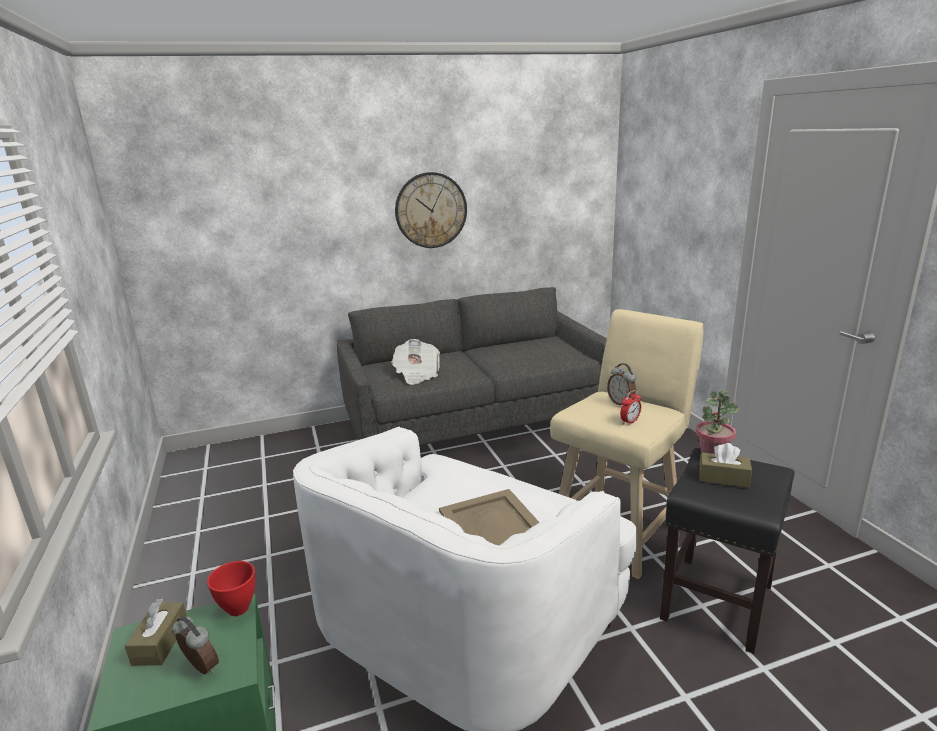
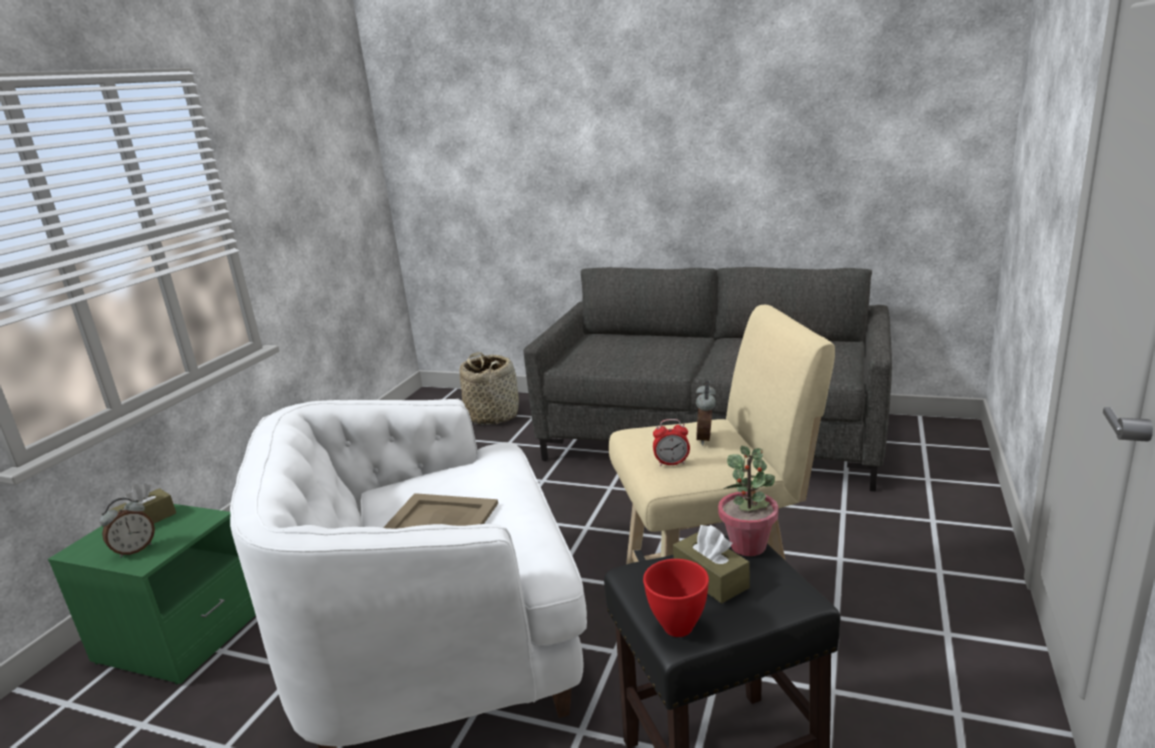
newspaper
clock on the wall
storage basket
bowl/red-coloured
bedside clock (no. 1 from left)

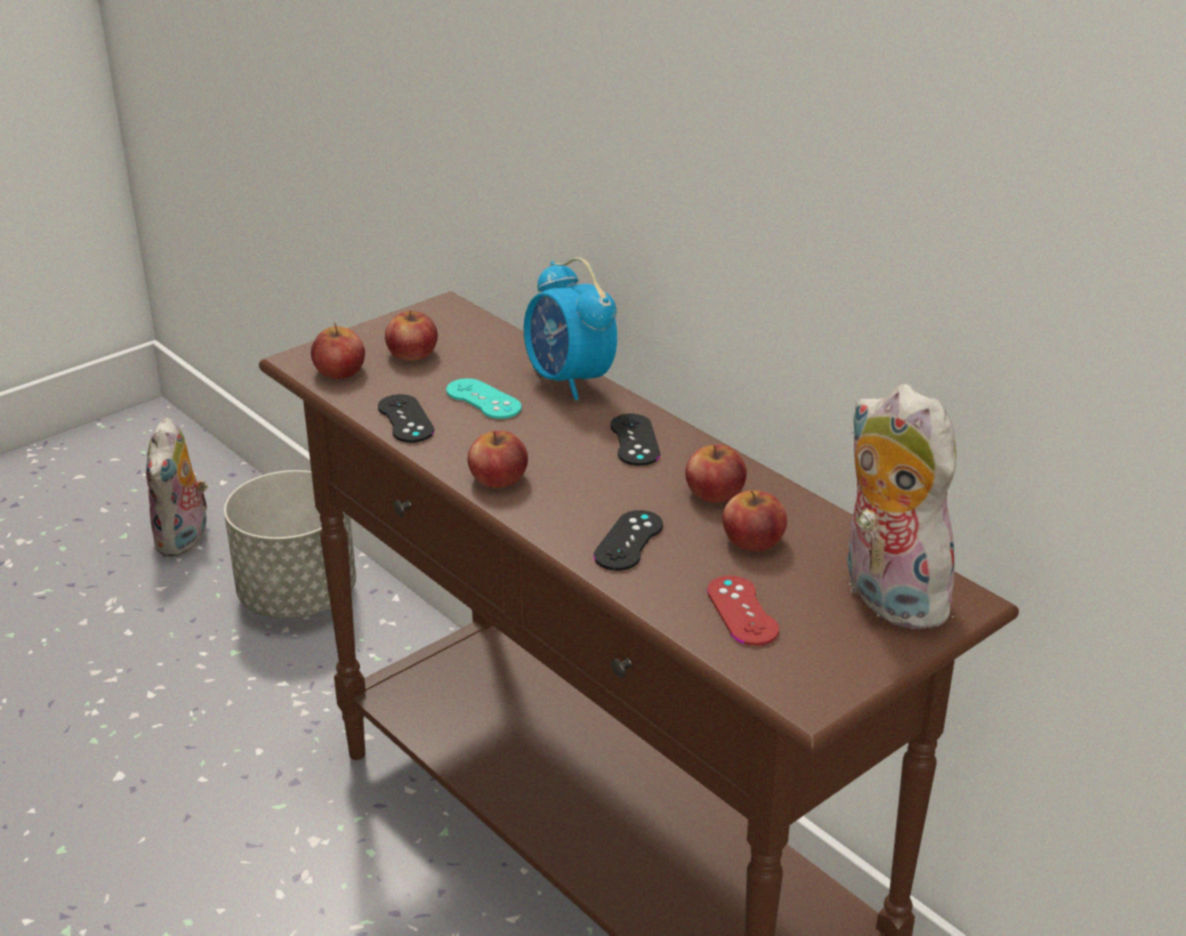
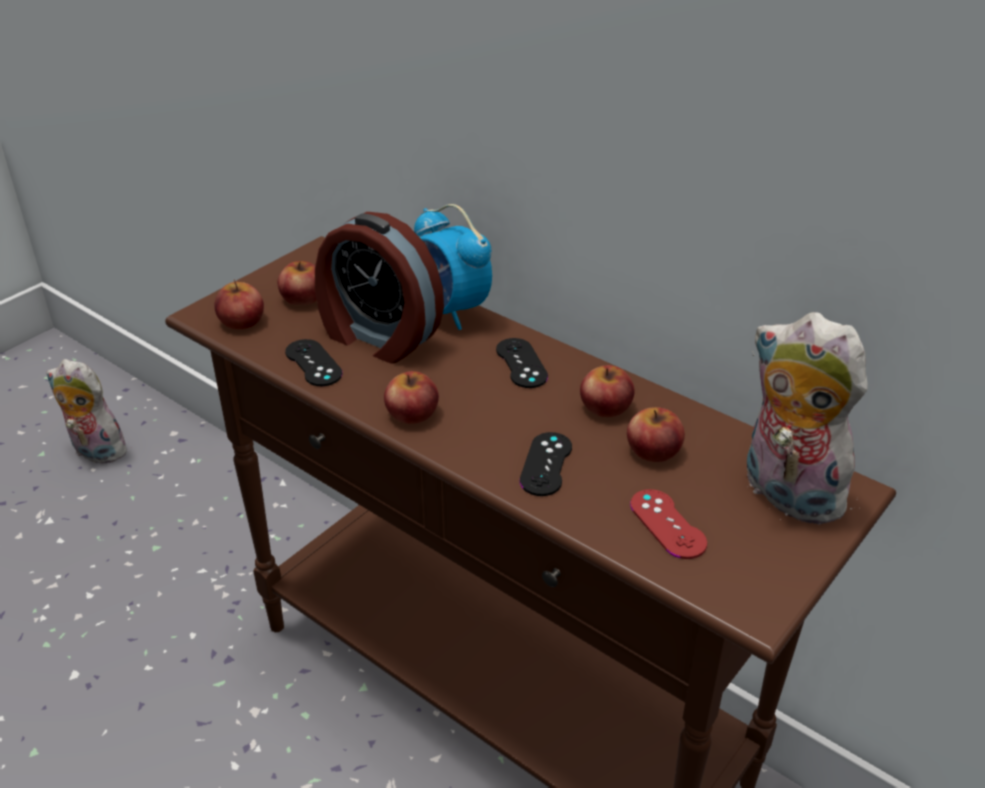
planter/gray
bedside clock (no. 1 from left)
cuddly toy (no. 1 from left)

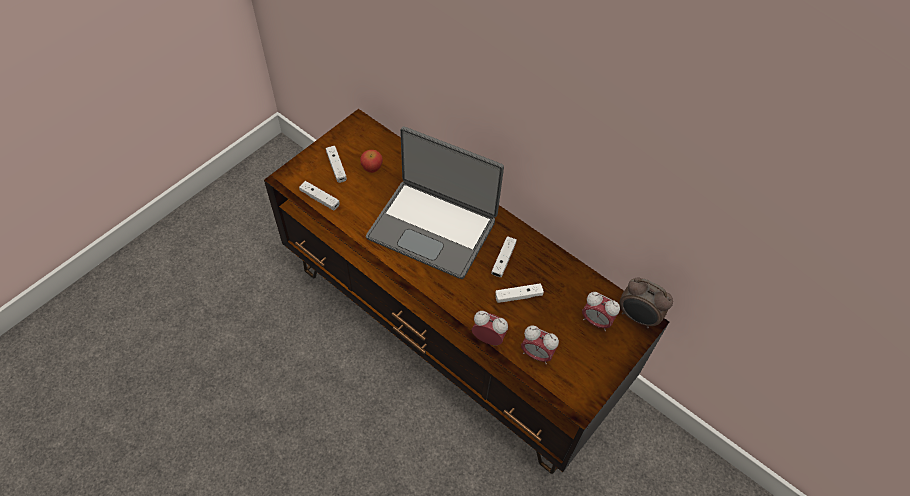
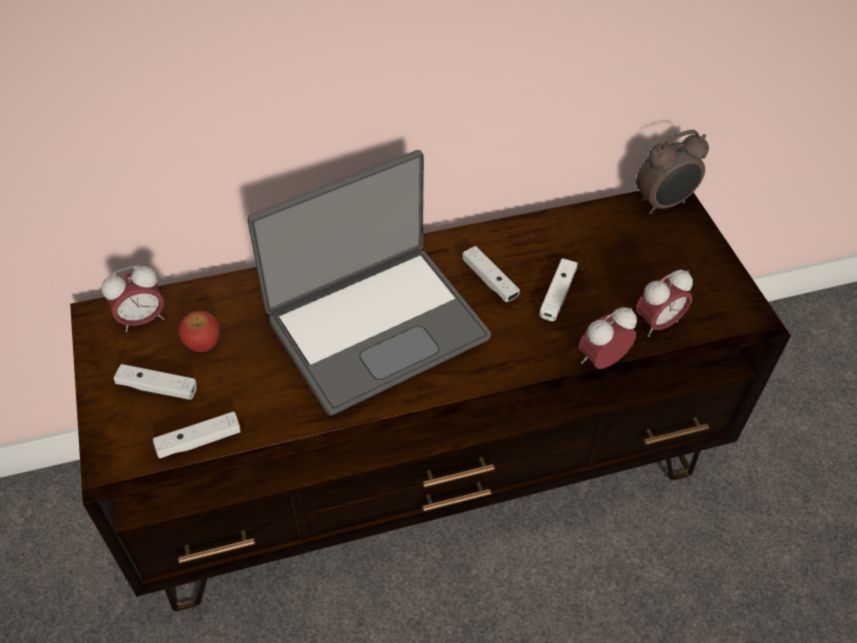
bedside clock (no. 1 from left)

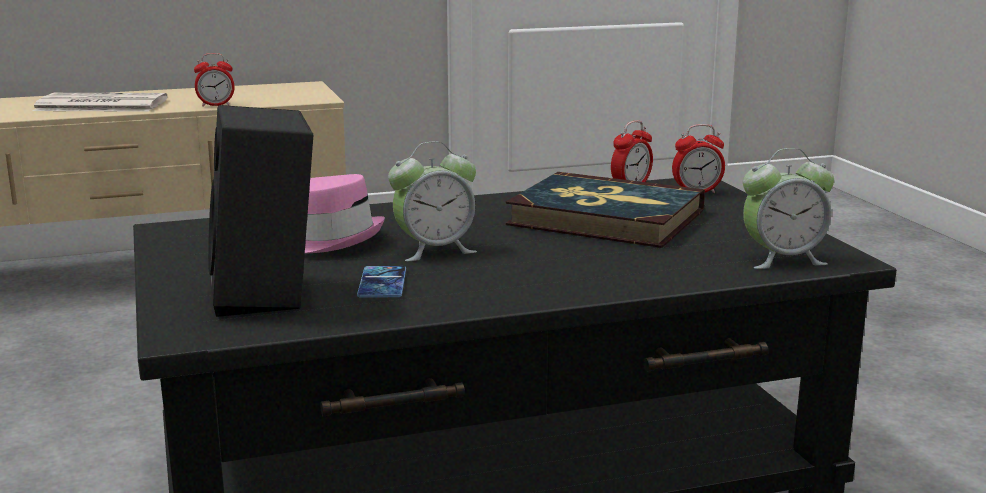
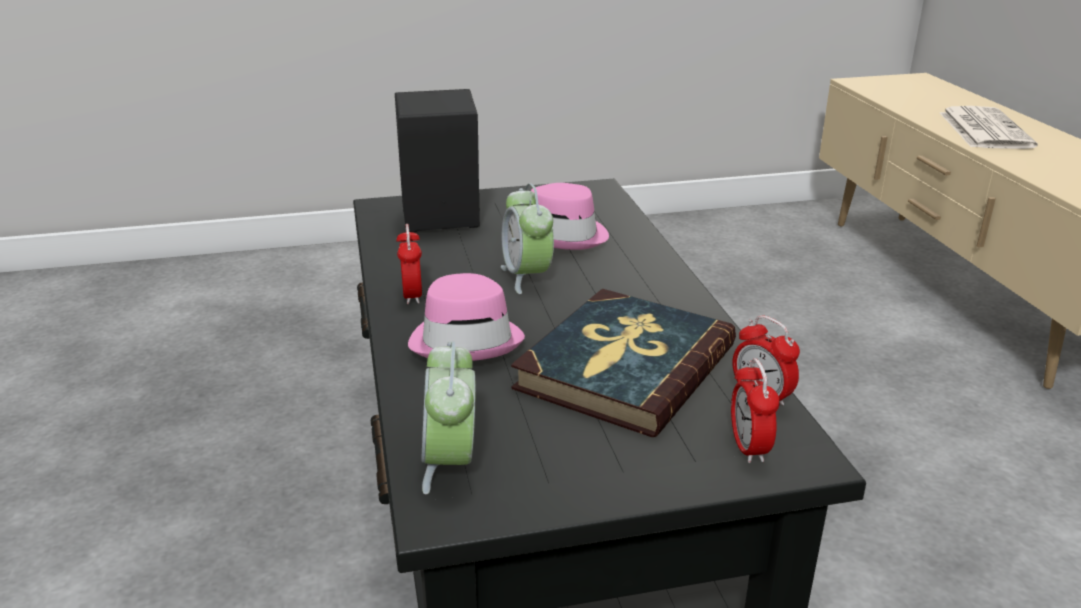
telephone
clothing hat/pink-coloured (no. 1 from left)
bedside clock (no. 1 from left)

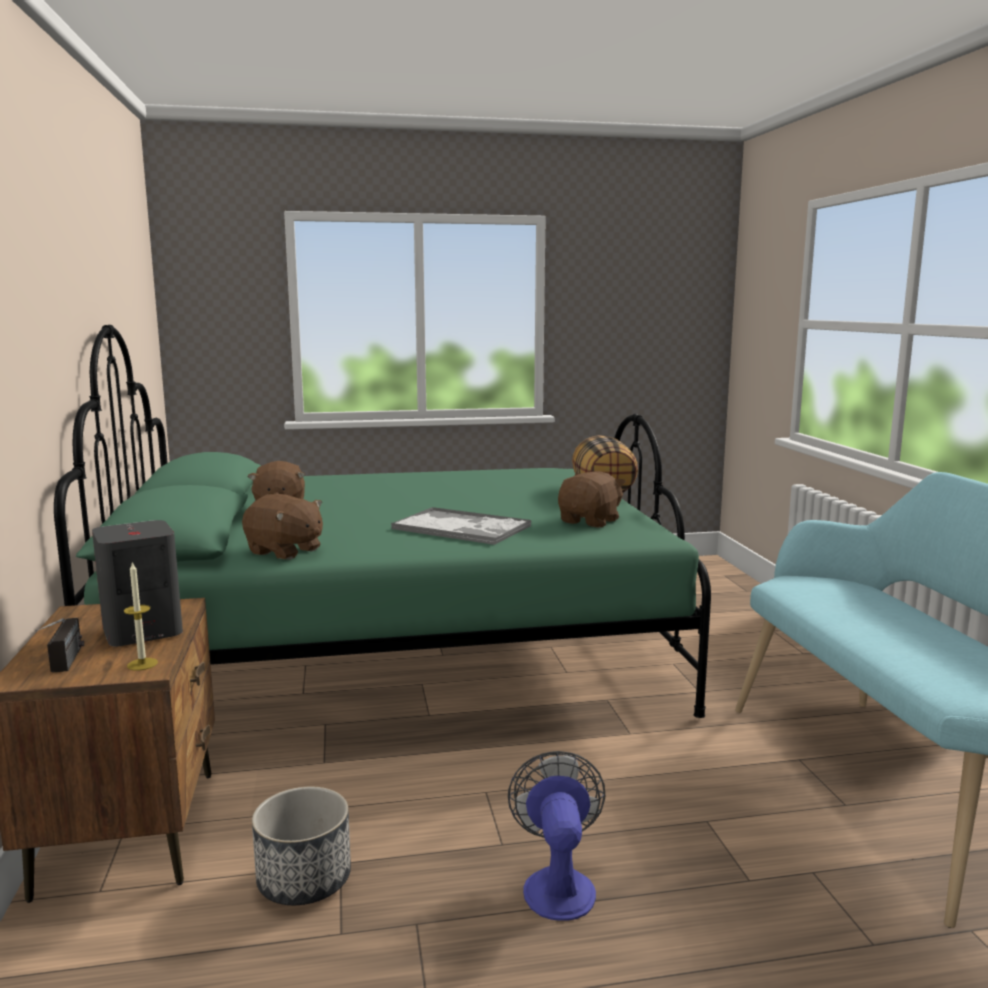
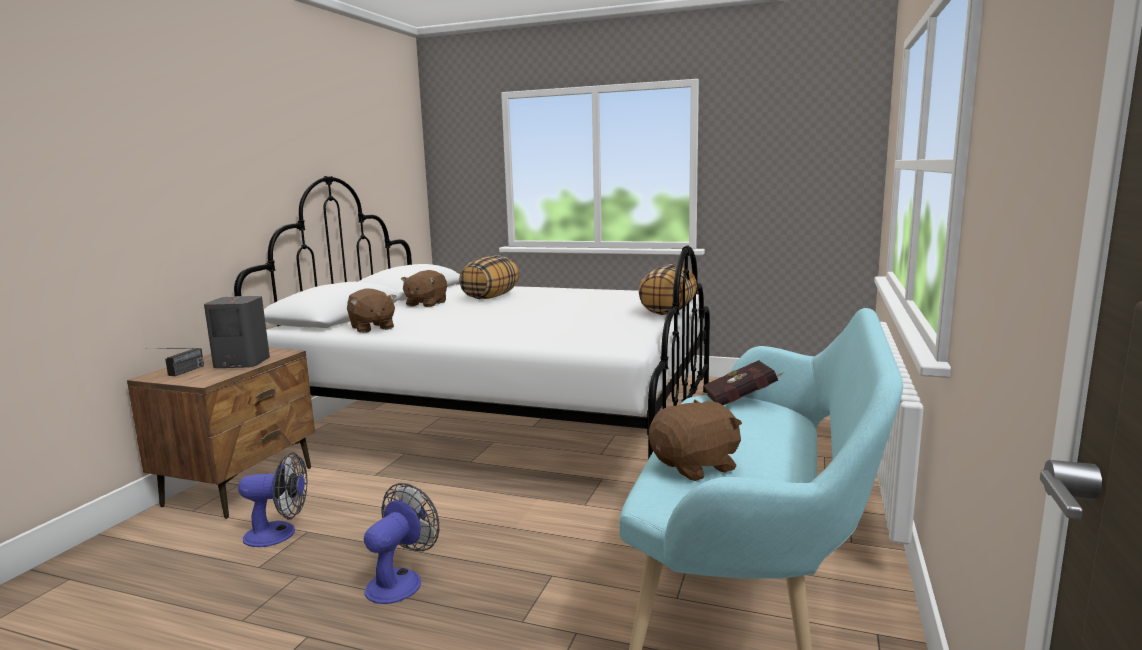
candle
carrying tray
pillow (no. 1 from left)
volume/red-coloured
cuddly toy/brown-coloured (no. 3 from left)
cooling fan (no. 1 from left)
sleeping bed/whitish

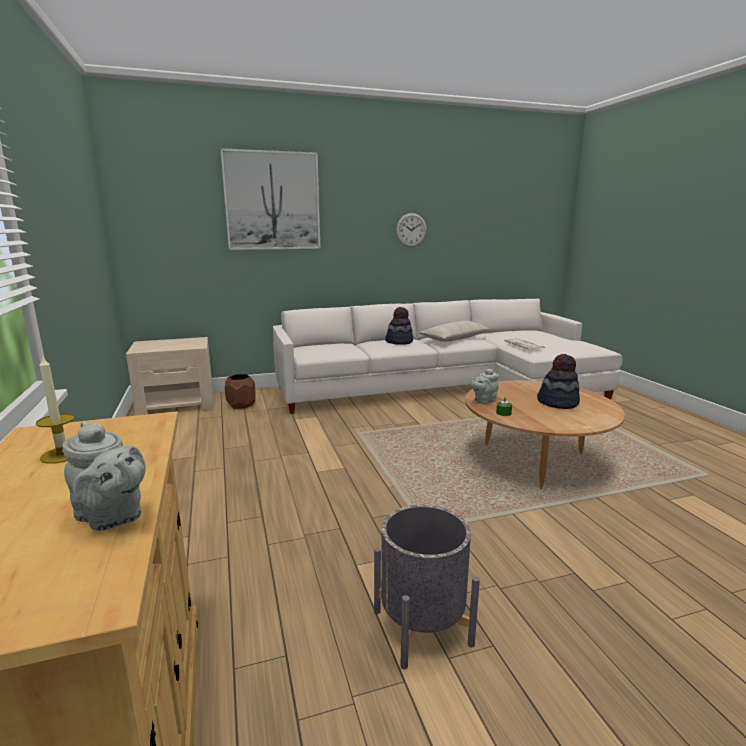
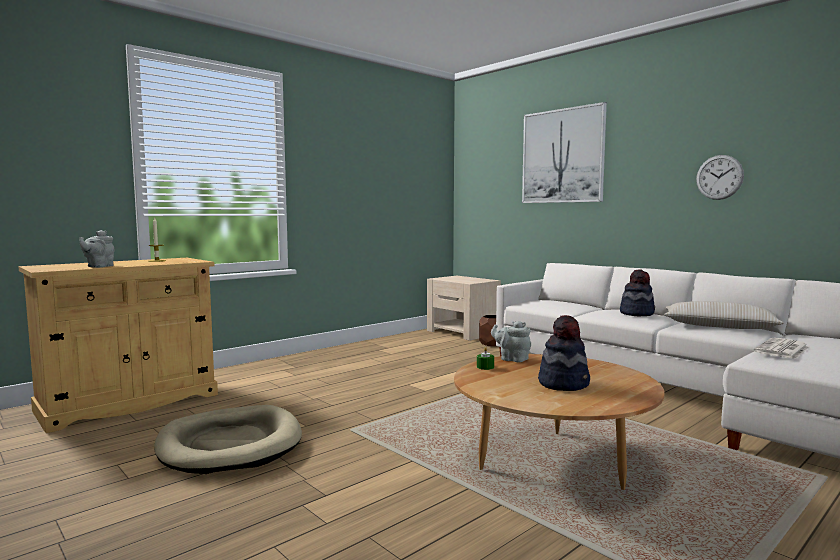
dog bed/sand-coloured

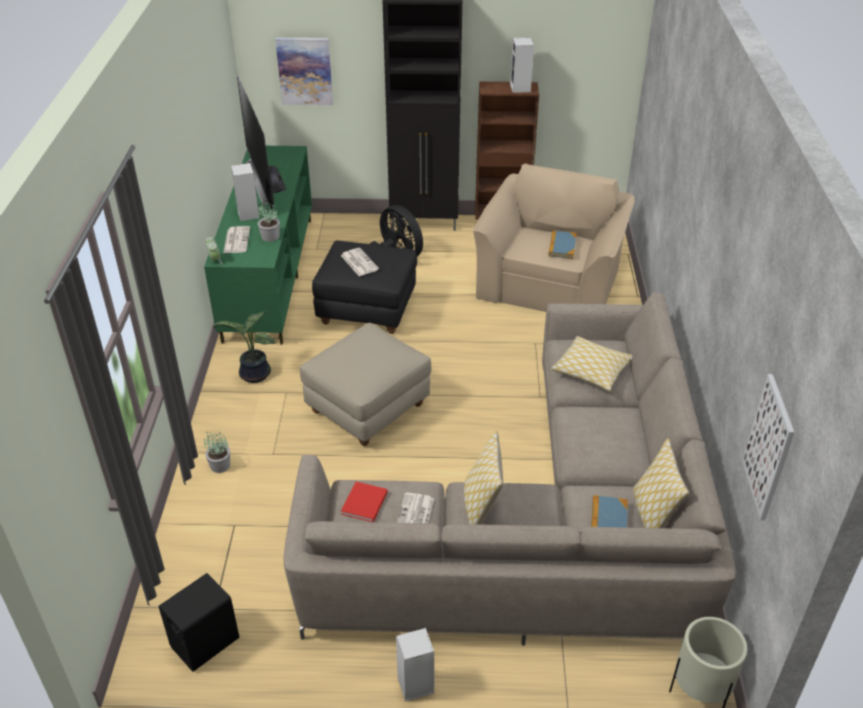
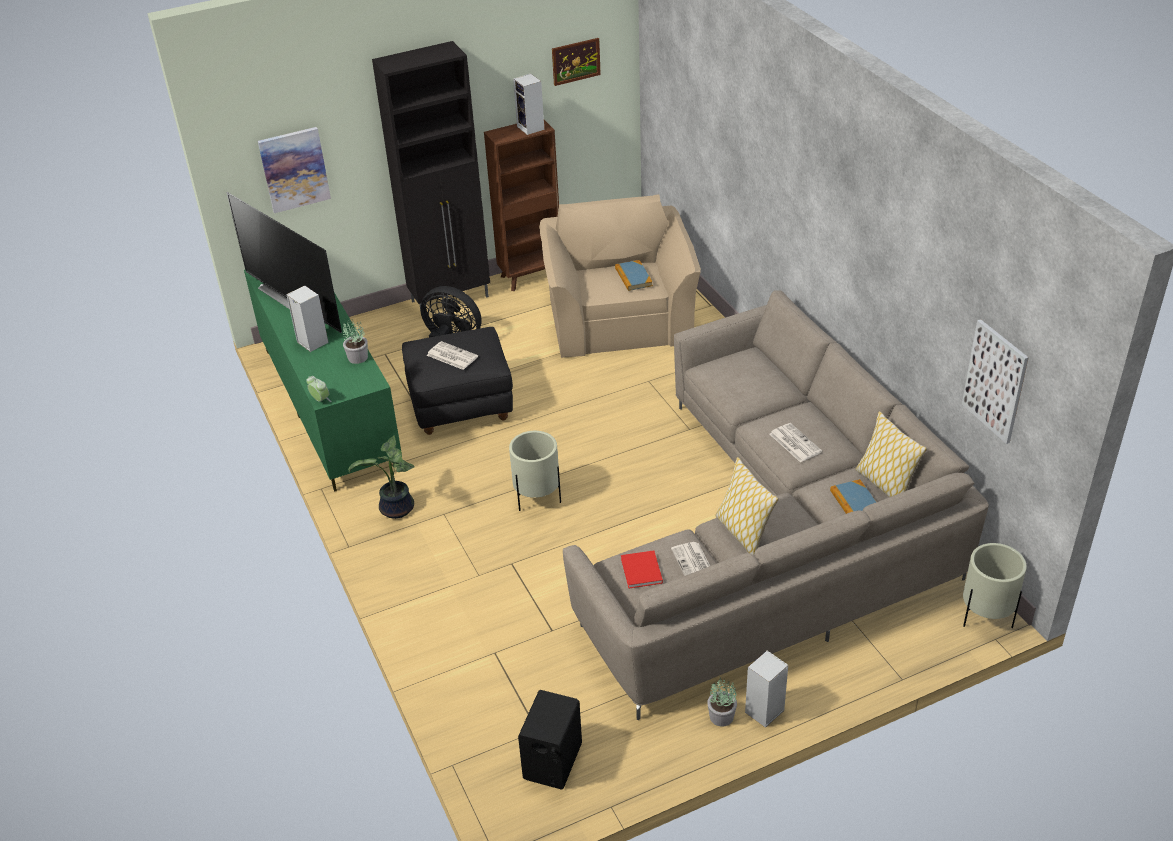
pillow (no. 2 from left in the first image)
wall picture (no. 2 from left)
houseplant (no. 3 from left)
newspaper (no. 3 from left)
planter/sand-coloured (no. 1 from left)

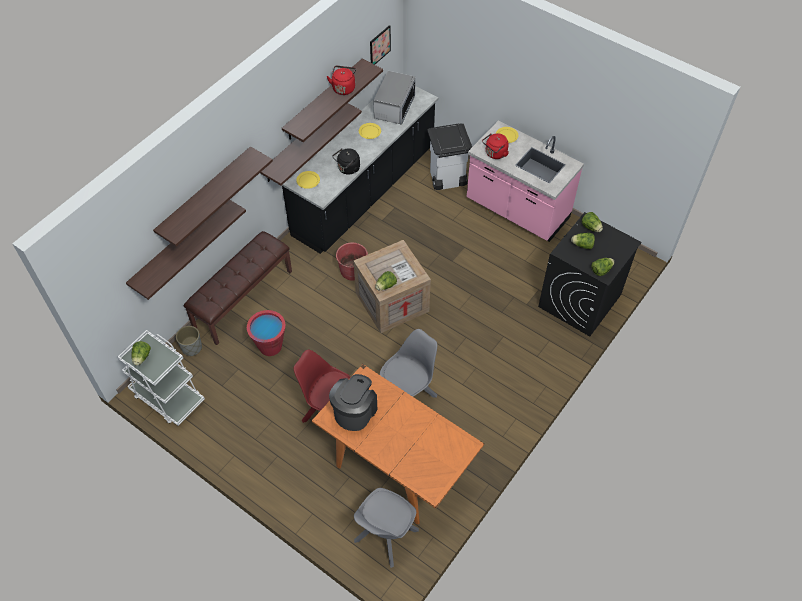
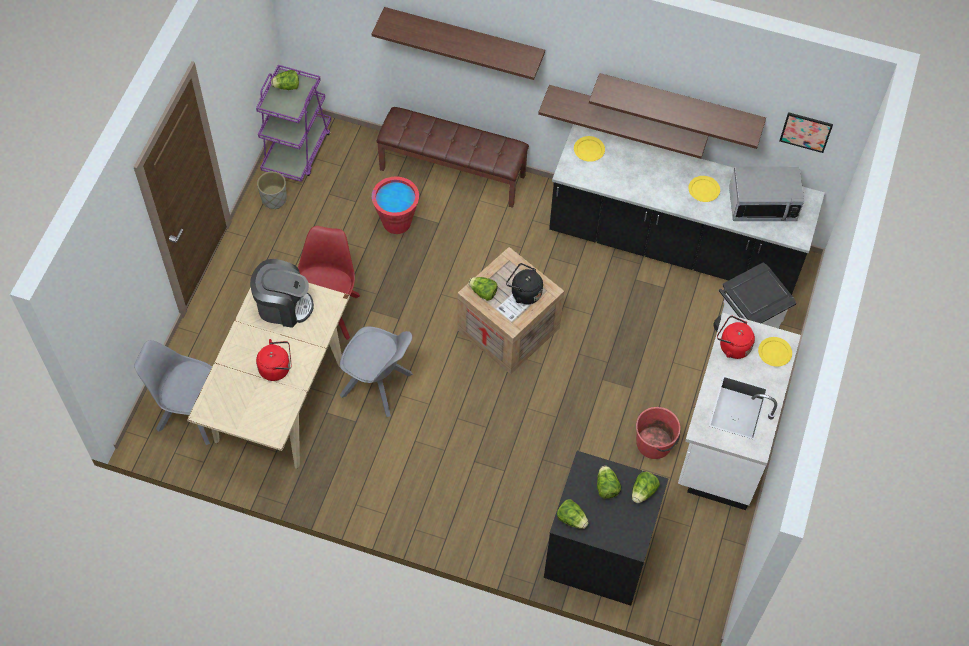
wall shelf (no. 1 from left in the first image)
planter/gray
water kettle/red-coloured (no. 1 from left)
water kettle/black
pail/red-coloured (no. 2 from left)
cart/purplish
dining table/sand-coloured
counter/whitish

